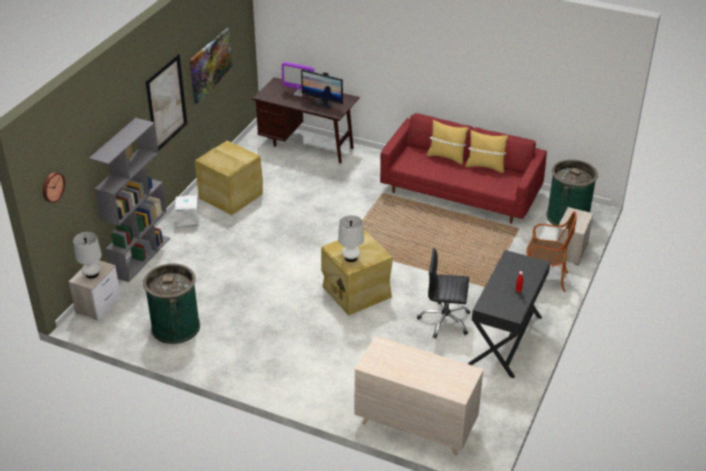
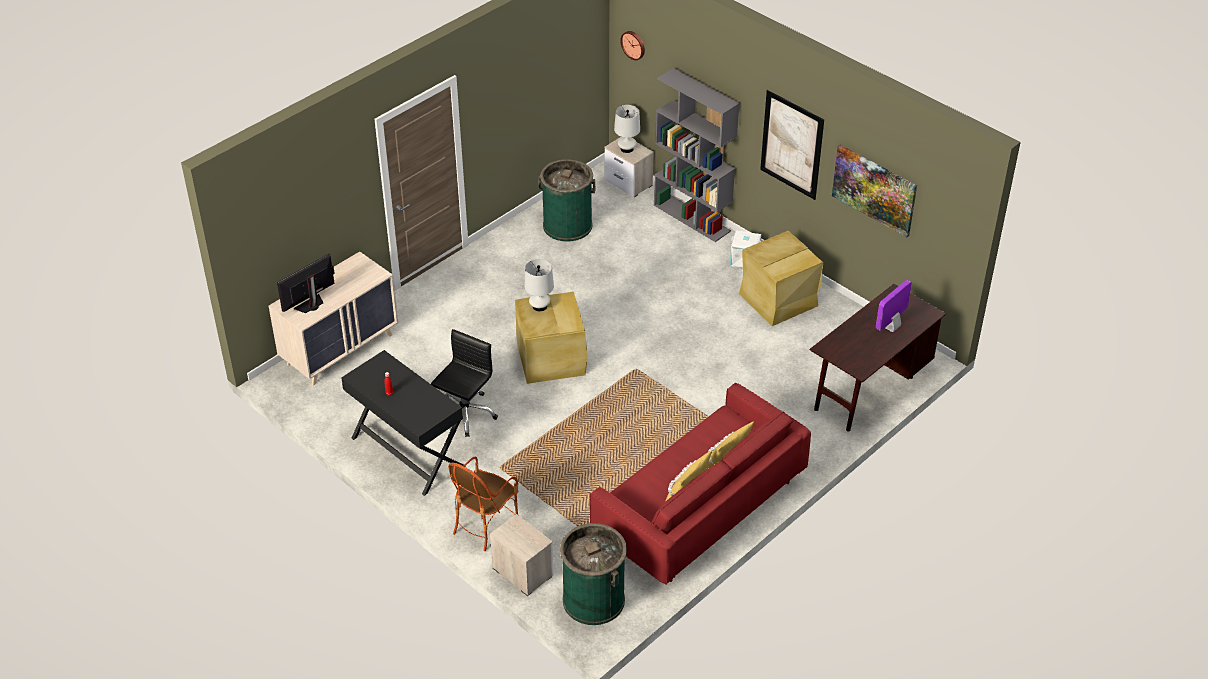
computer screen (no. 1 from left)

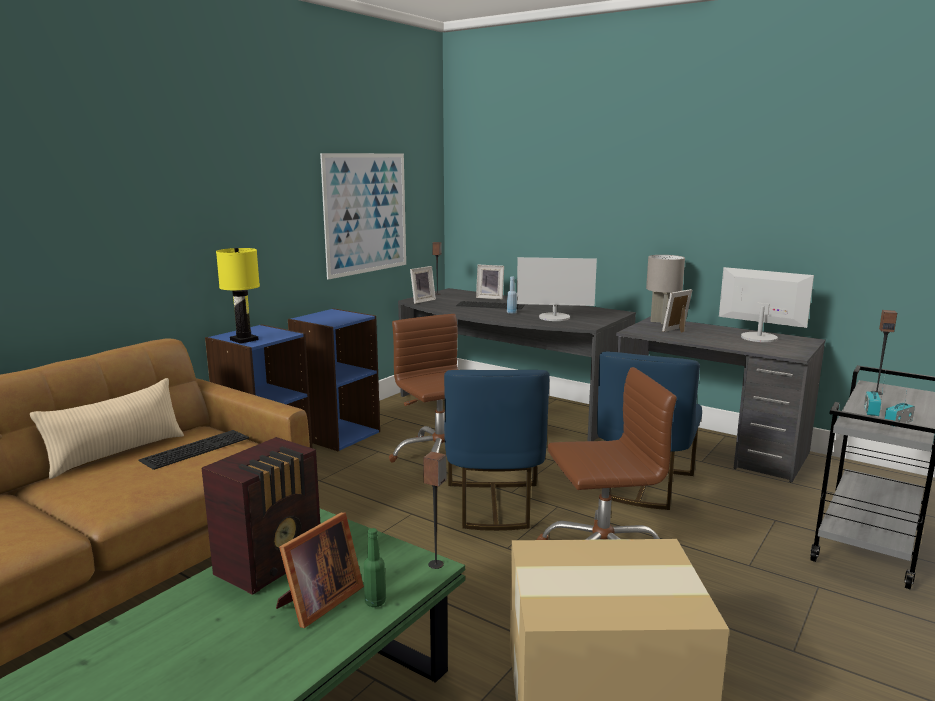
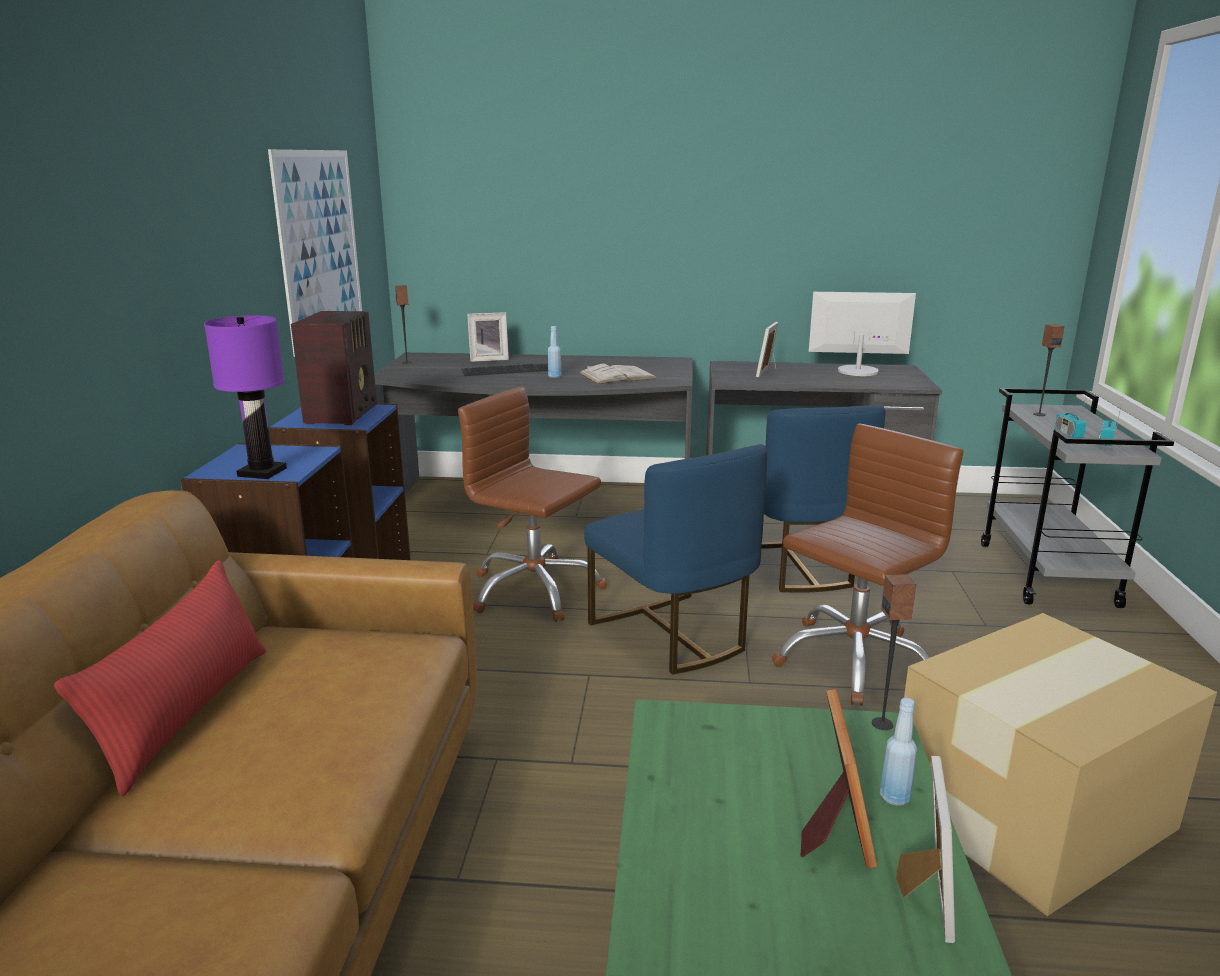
keyboard (no. 1 from left in the first image)
tabletop lamp/gray
radio set (no. 1 from left)
picture frame (no. 4 from left)
volume/whitish
pillow/red-coloured
tabletop lamp/purplish
bottle/bluish (no. 2 from left)

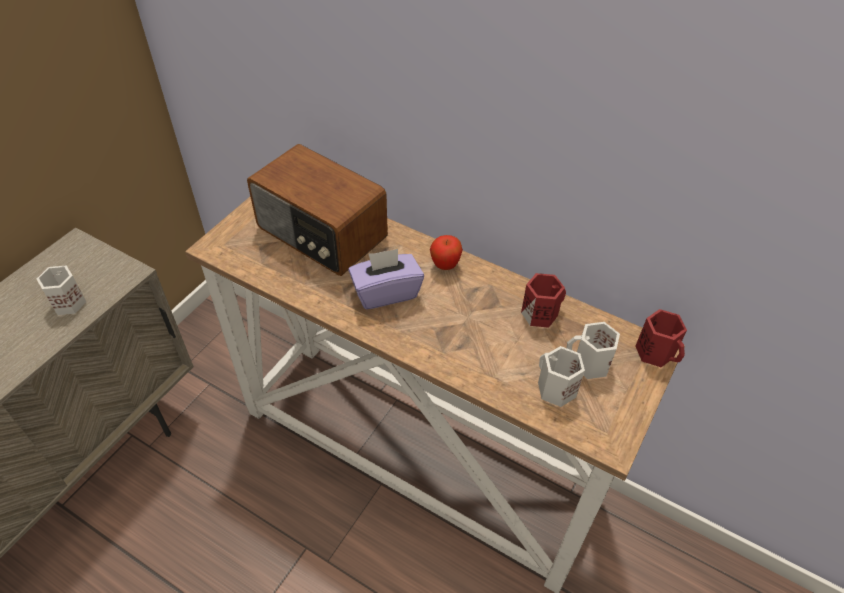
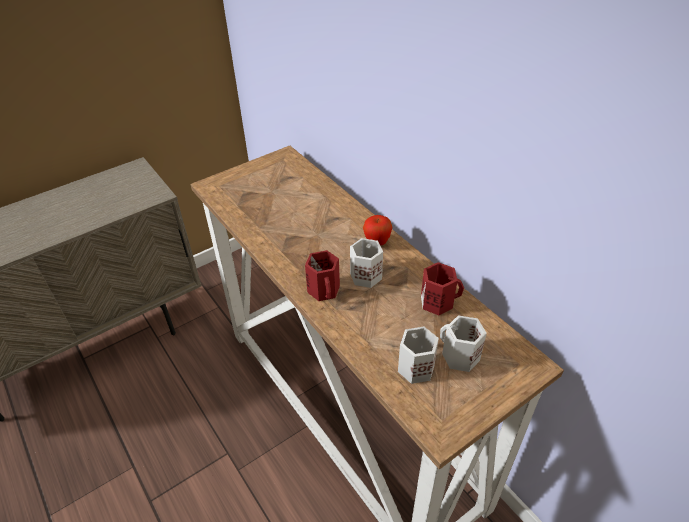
radio set
tissue holder/purplish
tea mug/whitish (no. 1 from left)
tea mug/red-coloured (no. 1 from left)

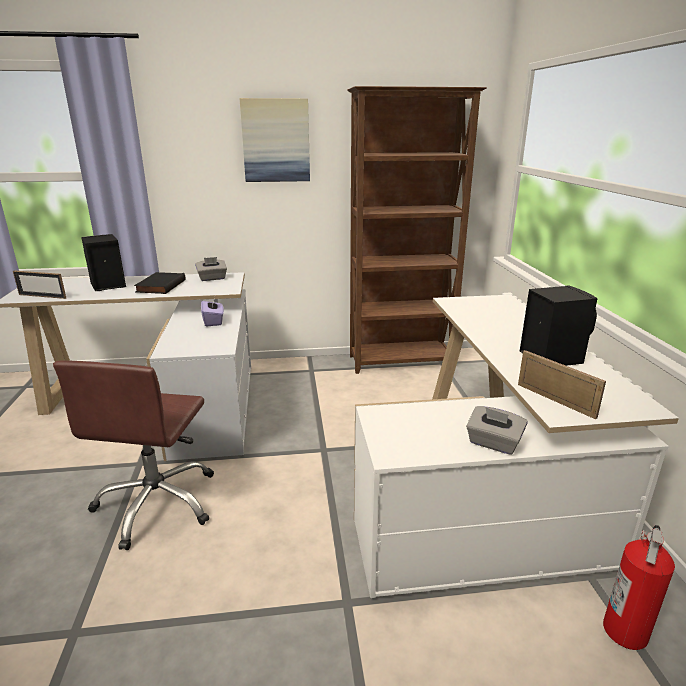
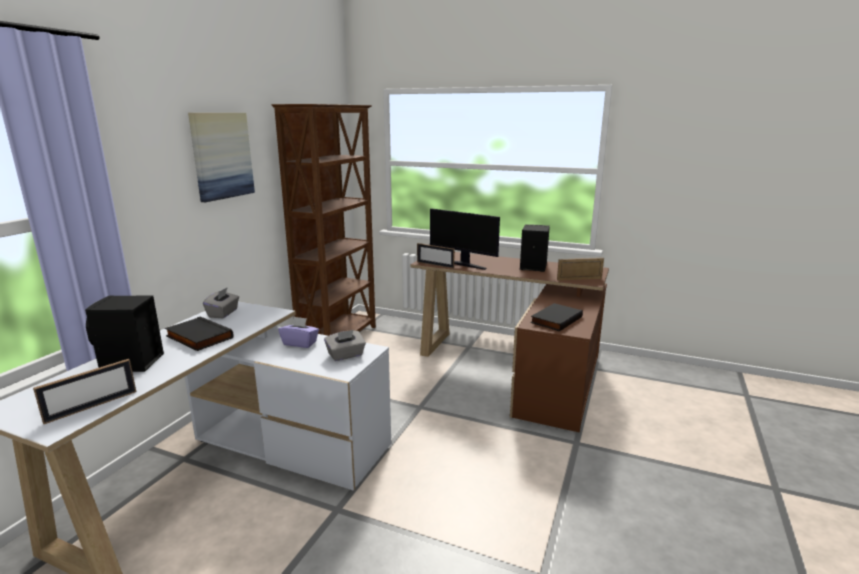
desk chair/brown-coloured
fire-fighting cylinder
picture frame (no. 2 from left)
computer screen
volume/black (no. 2 from left)
tissue holder/gray (no. 2 from left)
desk unit/brown-coloured

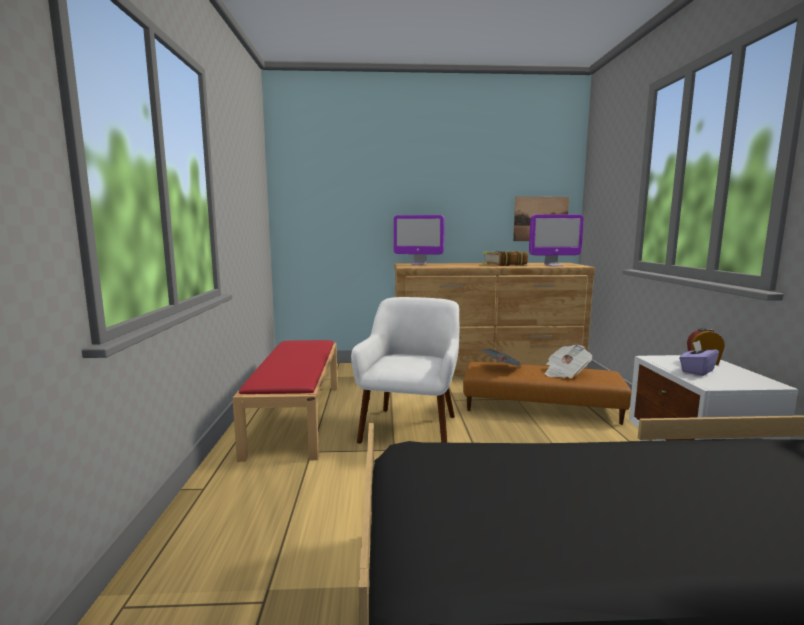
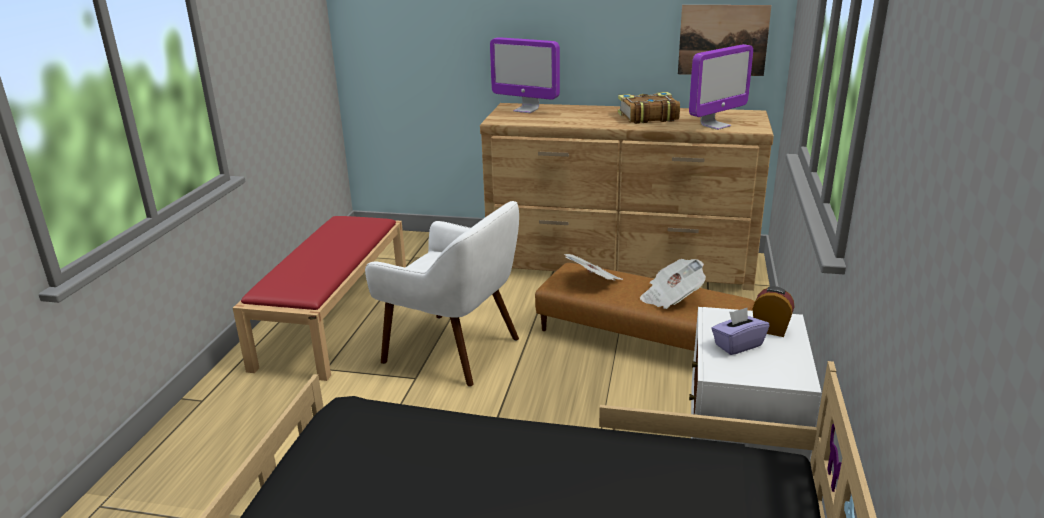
lounge chair/whitish
computer screen (no. 2 from left)

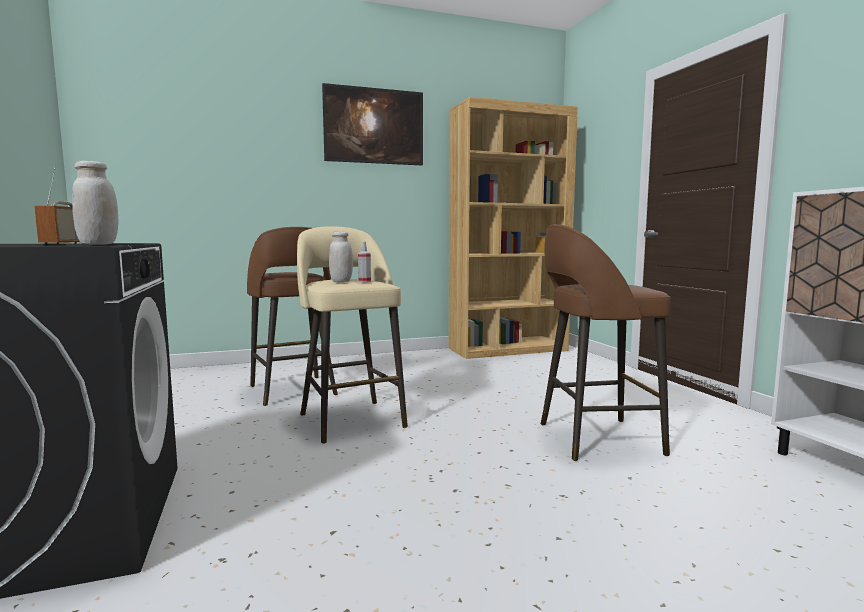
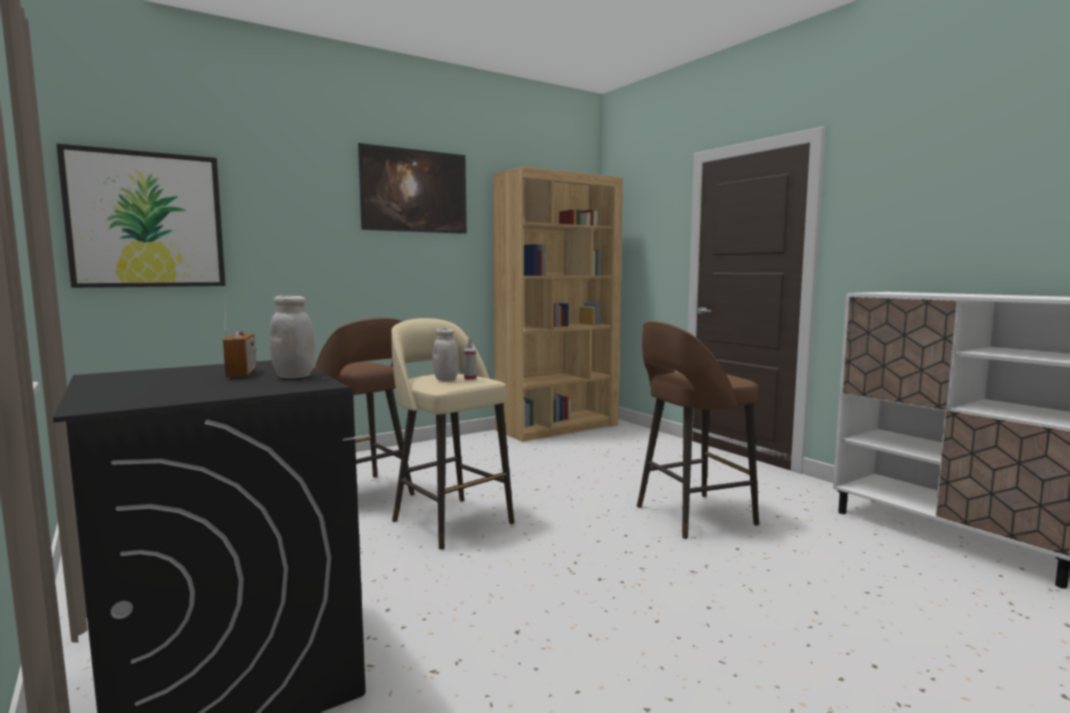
wall picture (no. 1 from left)

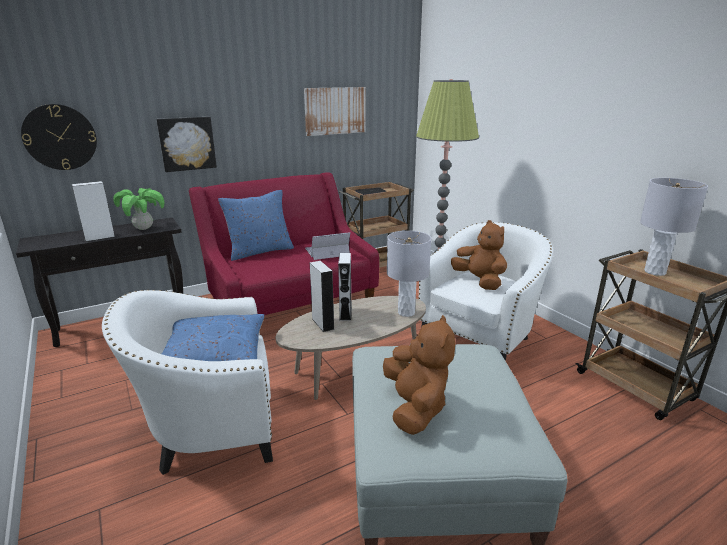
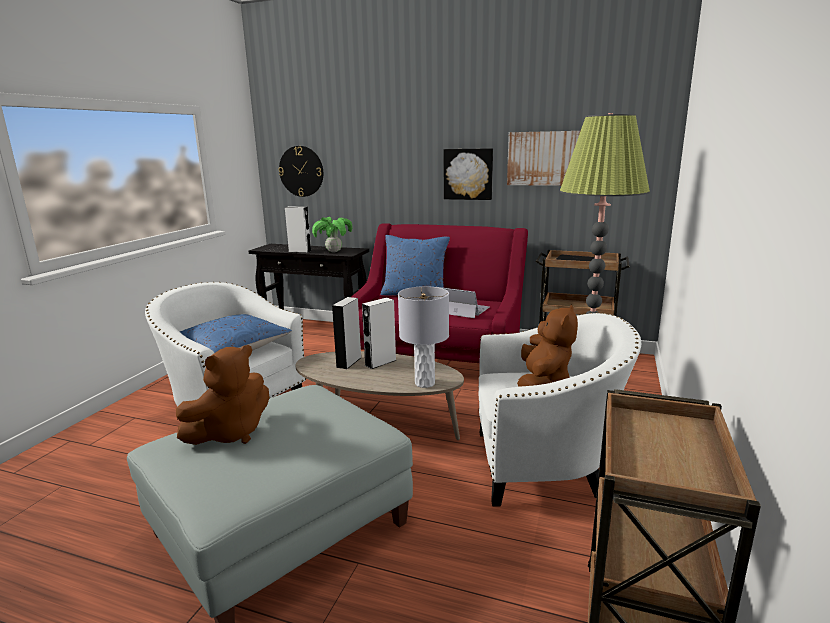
tabletop lamp/gray (no. 2 from left in the first image)
wall picture (no. 1 from left)

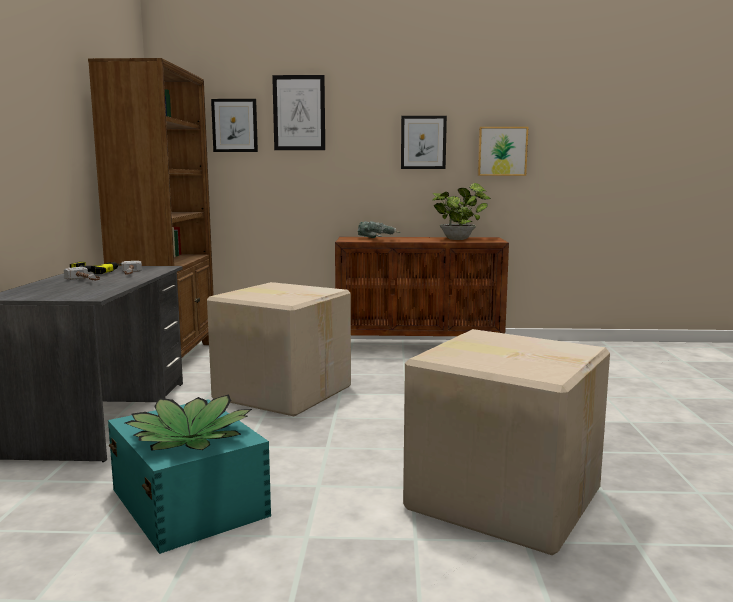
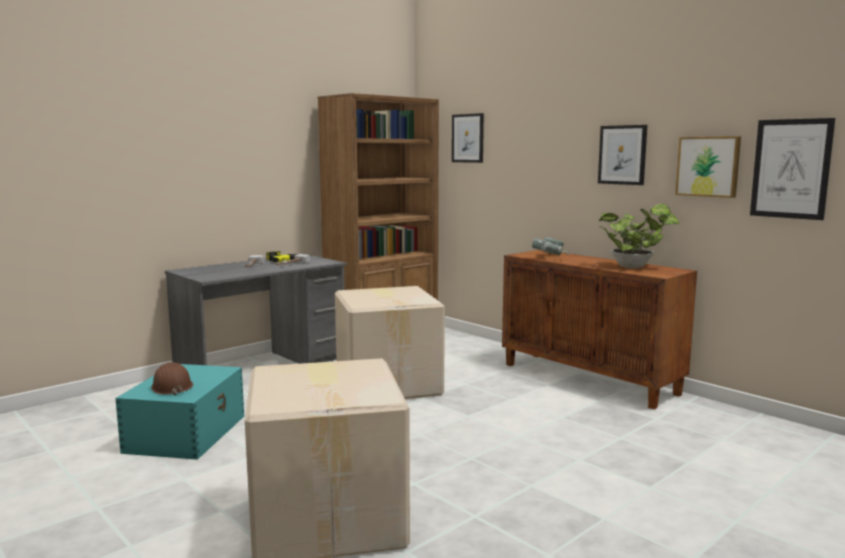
wall picture (no. 4 from left)
safety helmet/brown-coloured

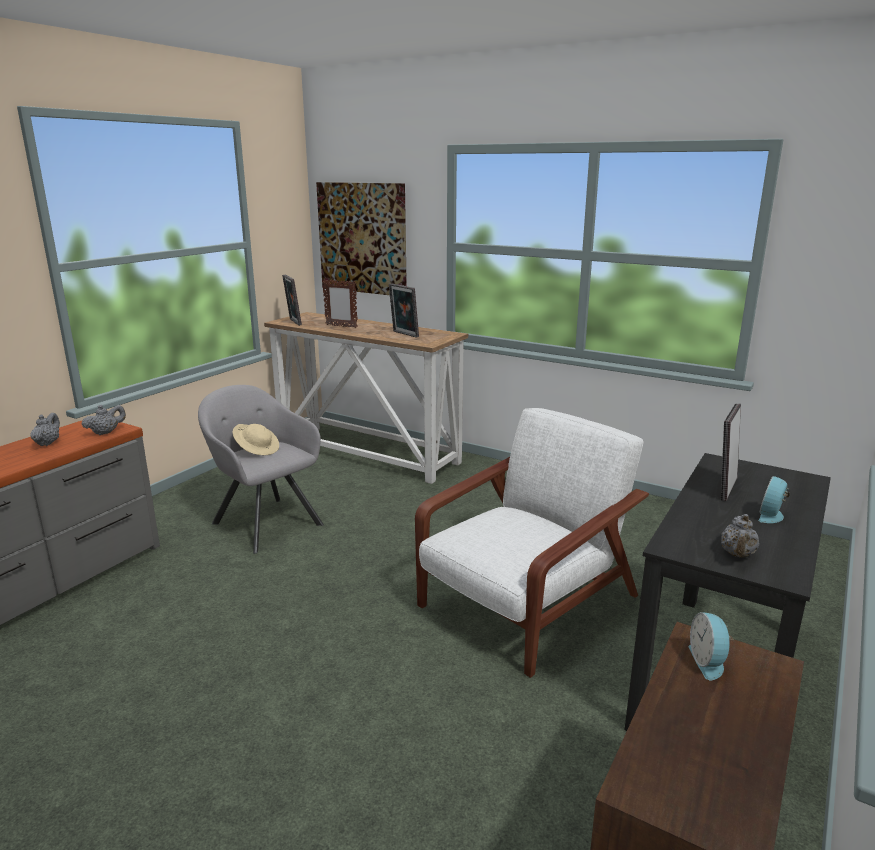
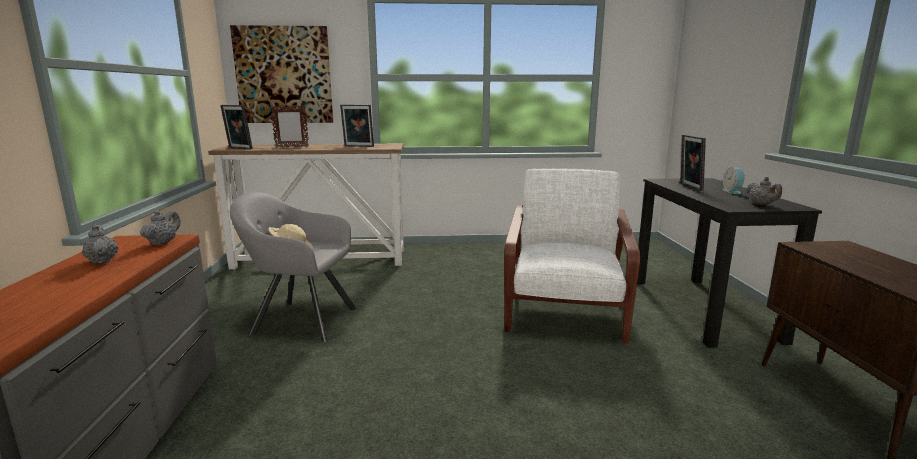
bedside clock (no. 1 from left in the first image)

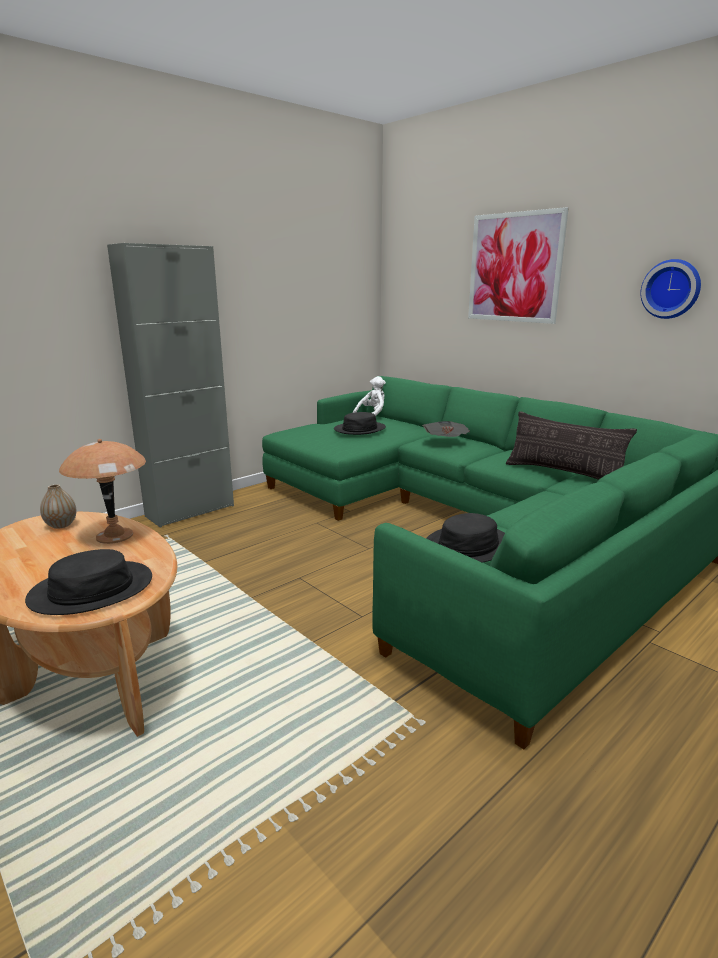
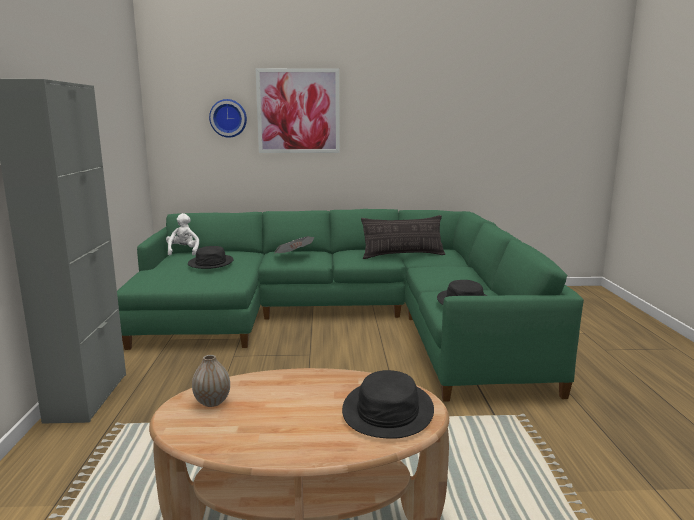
tabletop lamp/brown-coloured
clock on the wall

